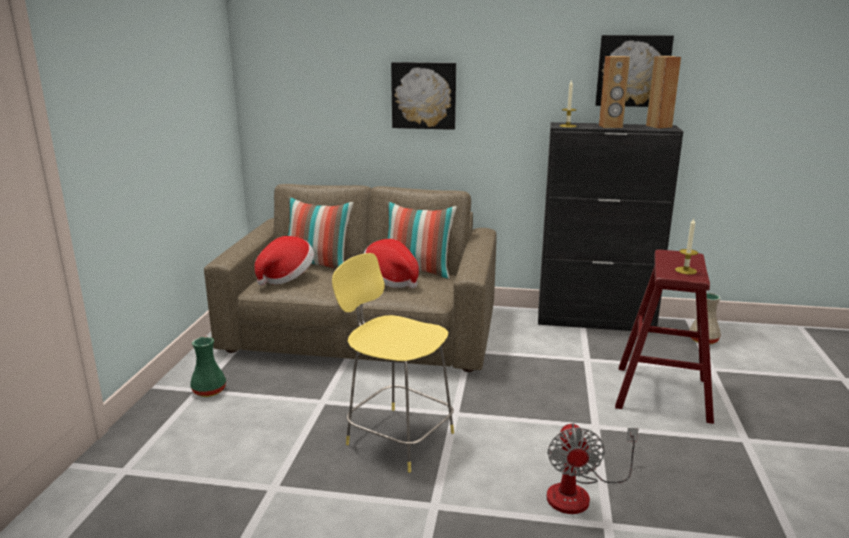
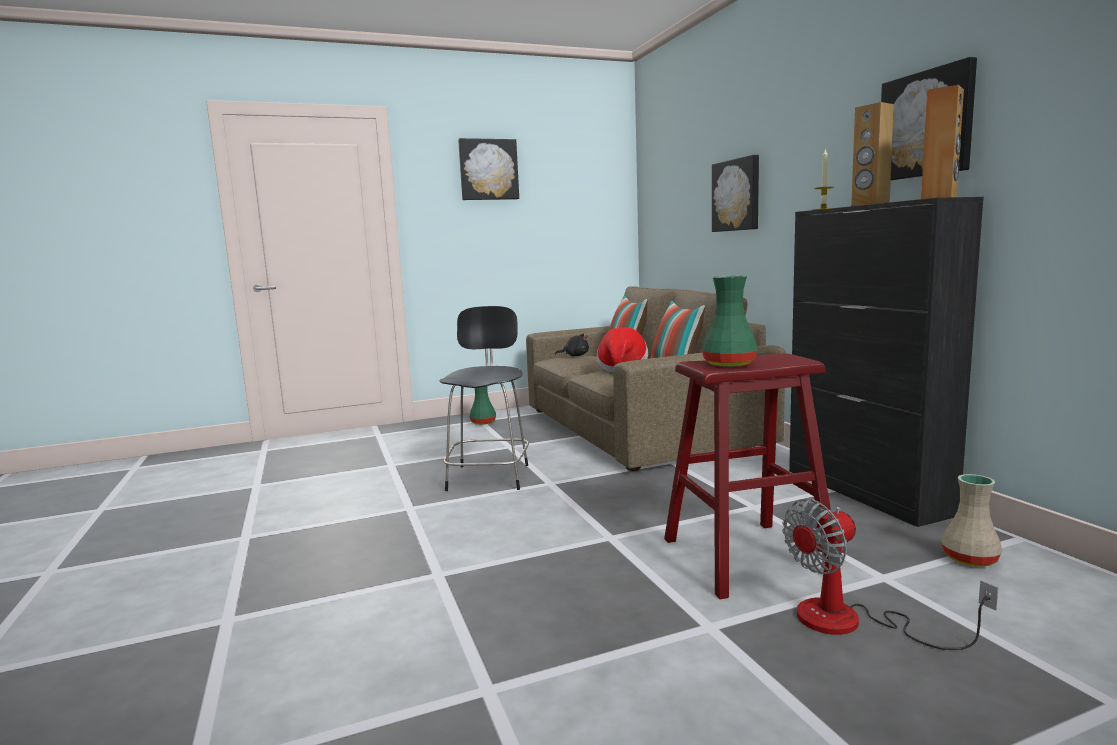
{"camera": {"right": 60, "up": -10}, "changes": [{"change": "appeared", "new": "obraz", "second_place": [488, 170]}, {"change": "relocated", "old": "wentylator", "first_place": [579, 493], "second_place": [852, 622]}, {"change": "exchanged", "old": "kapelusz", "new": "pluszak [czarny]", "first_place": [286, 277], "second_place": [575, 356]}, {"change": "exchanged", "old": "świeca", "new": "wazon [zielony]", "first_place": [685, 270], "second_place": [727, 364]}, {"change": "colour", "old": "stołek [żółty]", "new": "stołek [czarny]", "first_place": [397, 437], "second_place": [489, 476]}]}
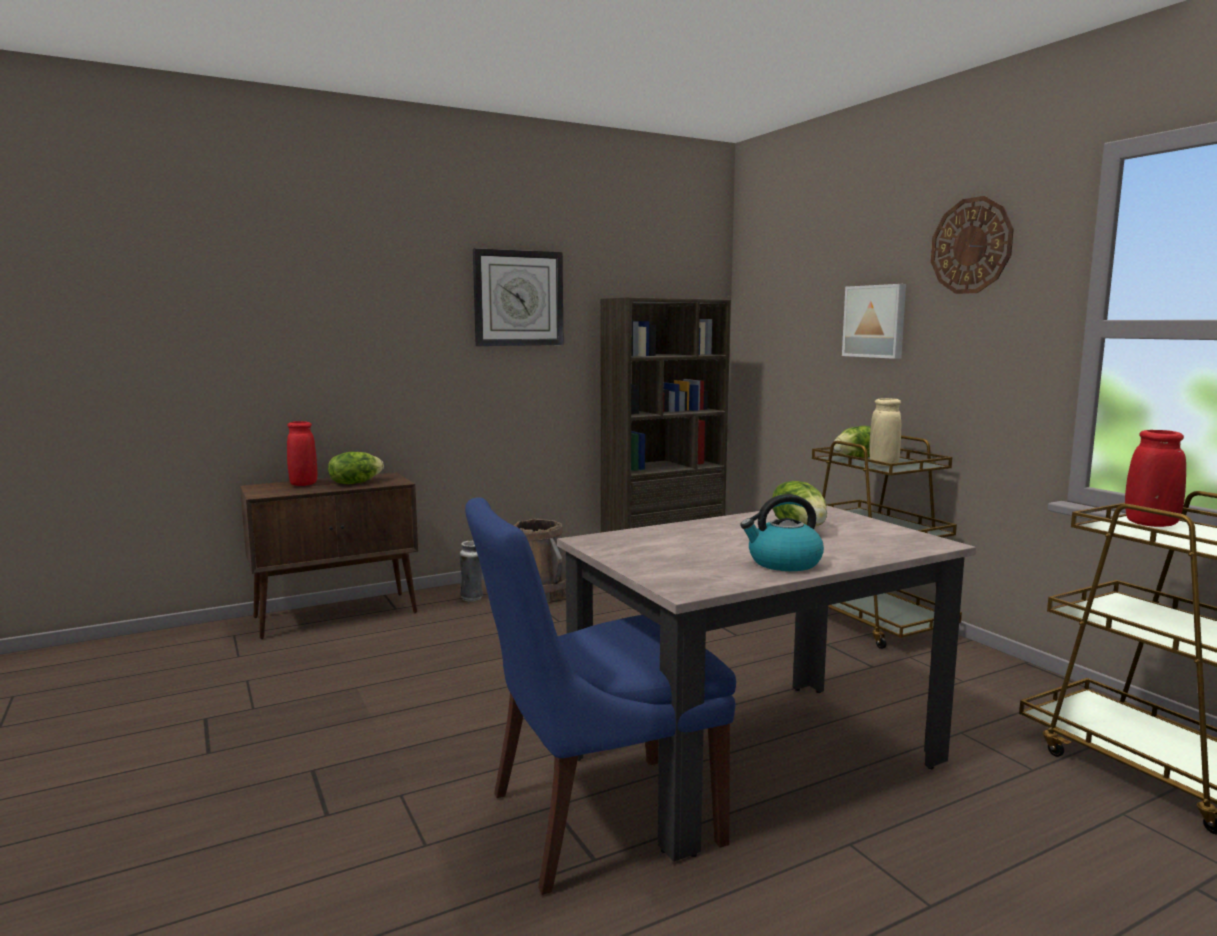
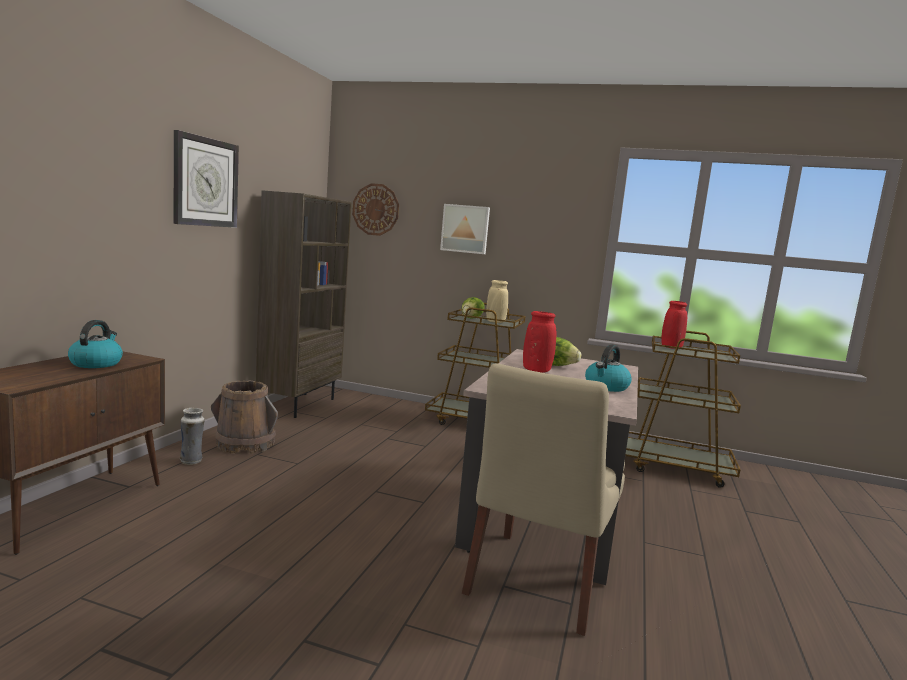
{"camera": {"right": -45, "up": 0}, "changes": [{"change": "relocated", "old": "wazon [czerwony]", "first_place": [303, 484], "second_place": [536, 370]}, {"change": "relocated", "old": "zegar ścienny", "first_place": [971, 246], "second_place": [376, 209]}, {"change": "exchanged", "old": "sałata", "new": "czajnik", "first_place": [355, 483], "second_place": [96, 363]}, {"change": "colour", "old": "krzesło [niebieski]", "new": "krzesło [beżowy]", "first_place": [596, 820], "second_place": [537, 582]}]}
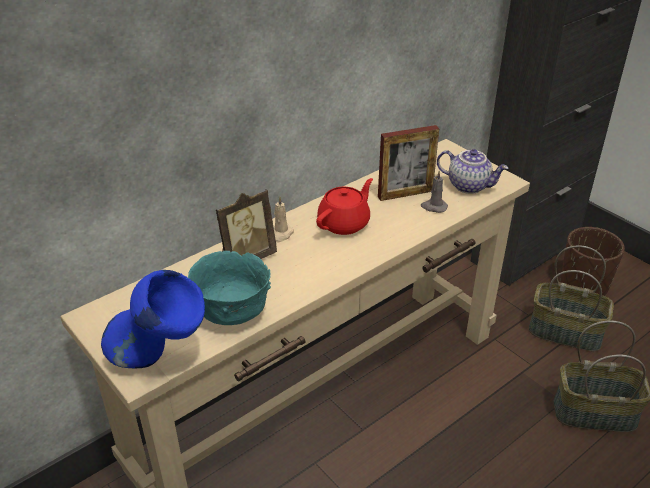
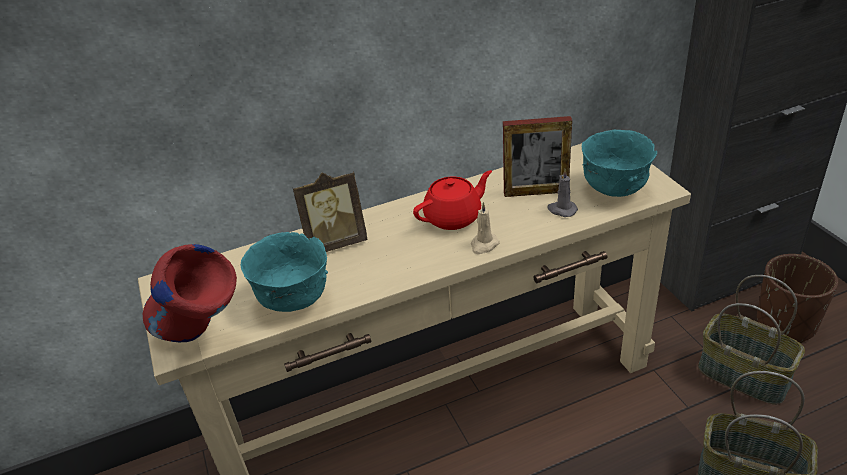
{"camera": {"right": 20, "up": 0}, "changes": [{"change": "relocated", "old": "świeca [beżowy]", "first_place": [281, 234], "second_place": [484, 245]}, {"change": "exchanged", "old": "imbryk", "new": "miska [turkusowy]", "first_place": [469, 185], "second_place": [614, 189]}, {"change": "colour", "old": "wazon [niebieski]", "new": "wazon [czerwony]", "first_place": [160, 361], "second_place": [202, 339]}]}
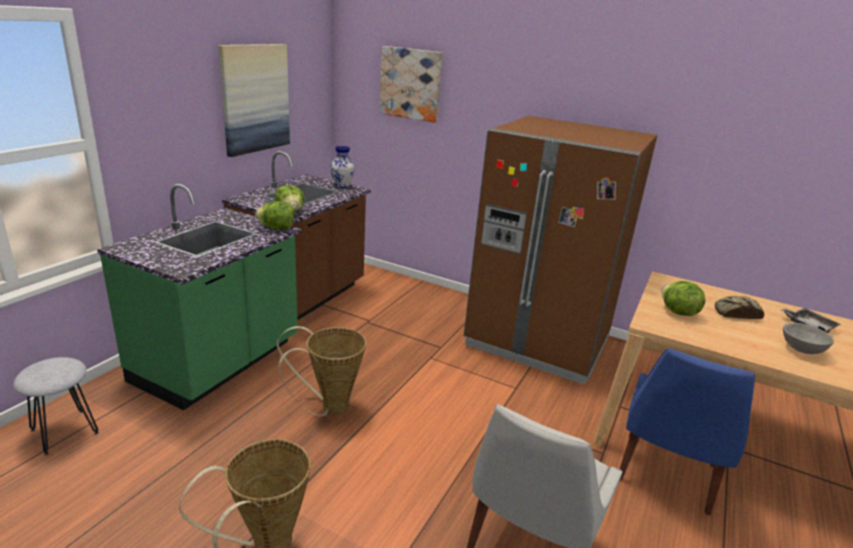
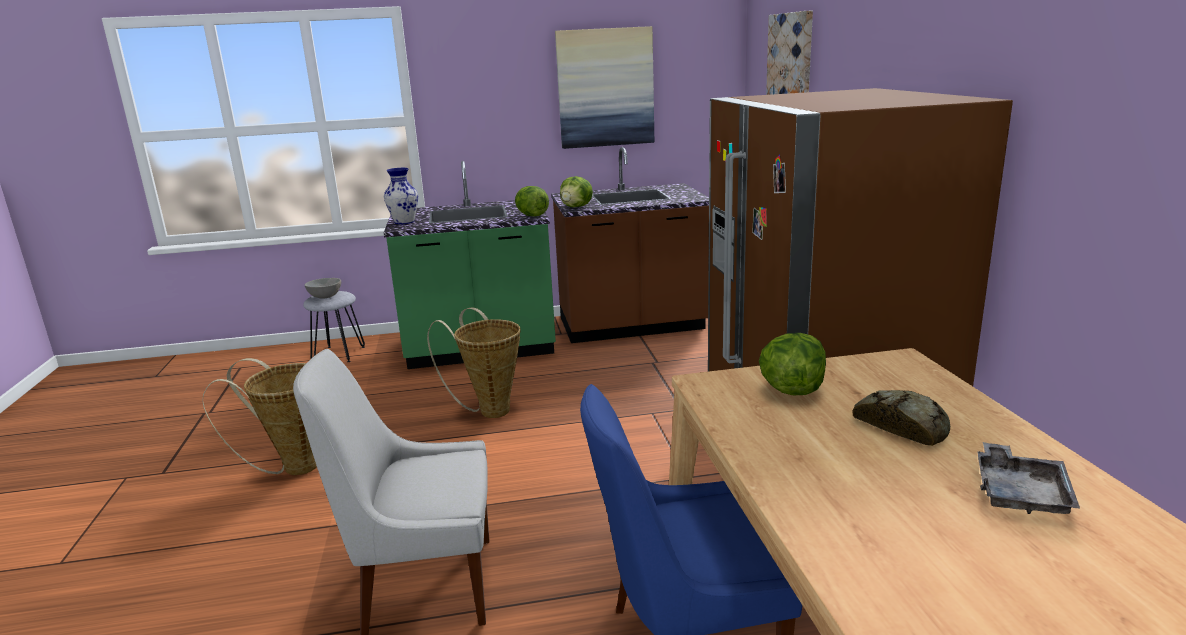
{"camera": {"right": 55, "up": -5}, "changes": [{"change": "relocated", "old": "wazon", "first_place": [342, 186], "second_place": [403, 222]}, {"change": "relocated", "old": "miska [szary]", "first_place": [800, 350], "second_place": [325, 297]}]}
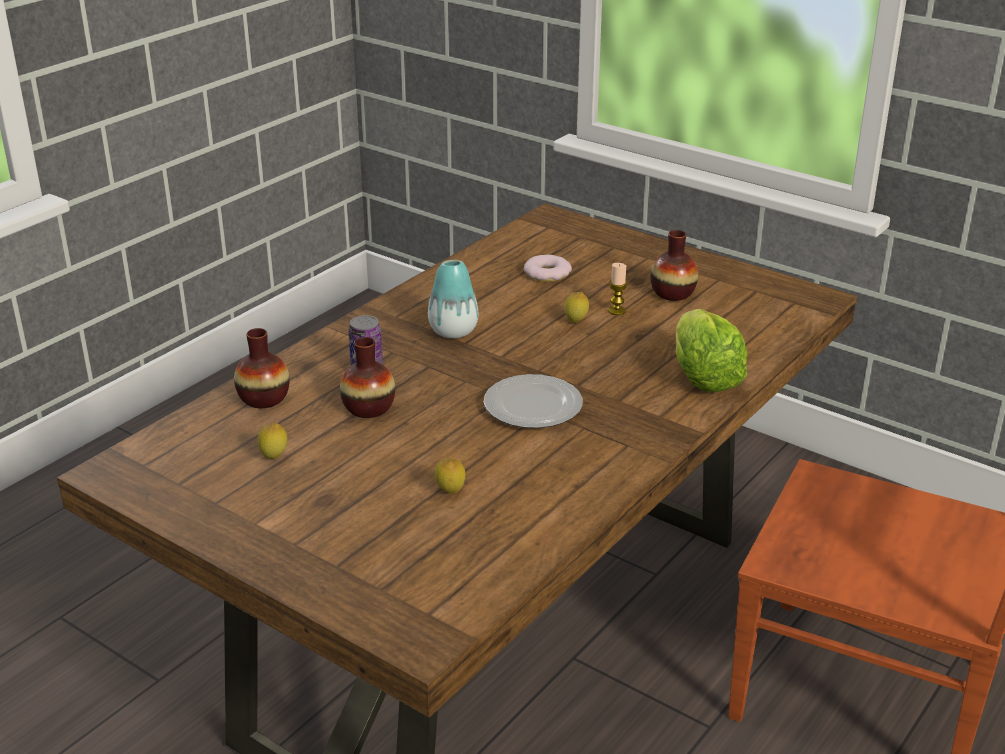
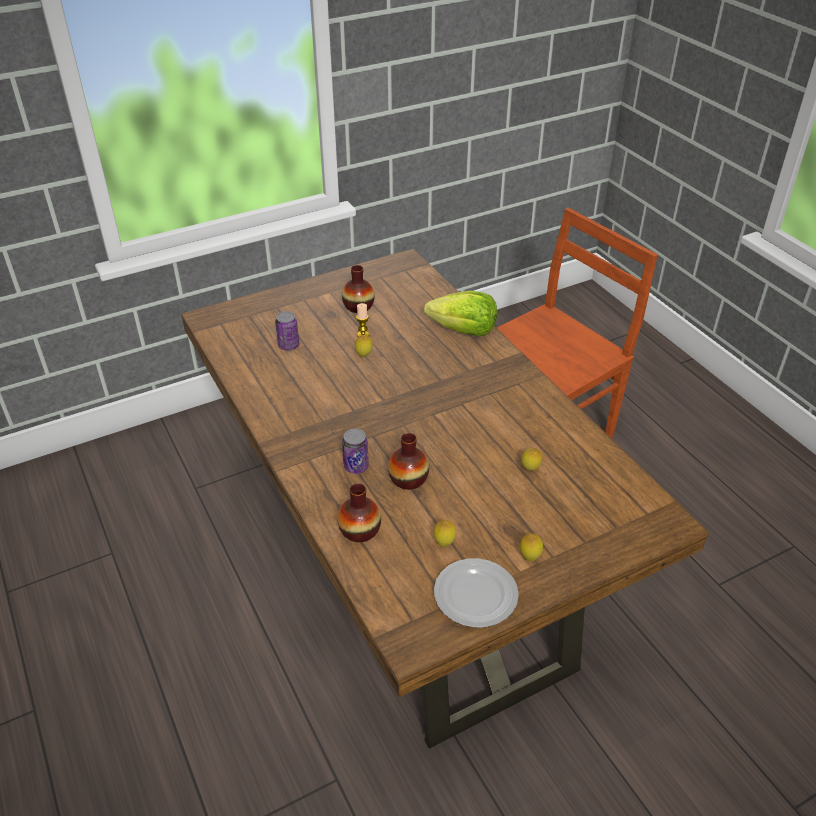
{"camera": {"right": -65, "up": 10}, "changes": [{"change": "missing", "old": "wazon", "first_place": [453, 331]}, {"change": "appeared", "new": "cytryna", "second_place": [529, 557]}, {"change": "relocated", "old": "talerz", "first_place": [532, 407], "second_place": [475, 596]}, {"change": "exchanged", "old": "donut", "new": "puszka", "first_place": [547, 273], "second_place": [288, 345]}]}
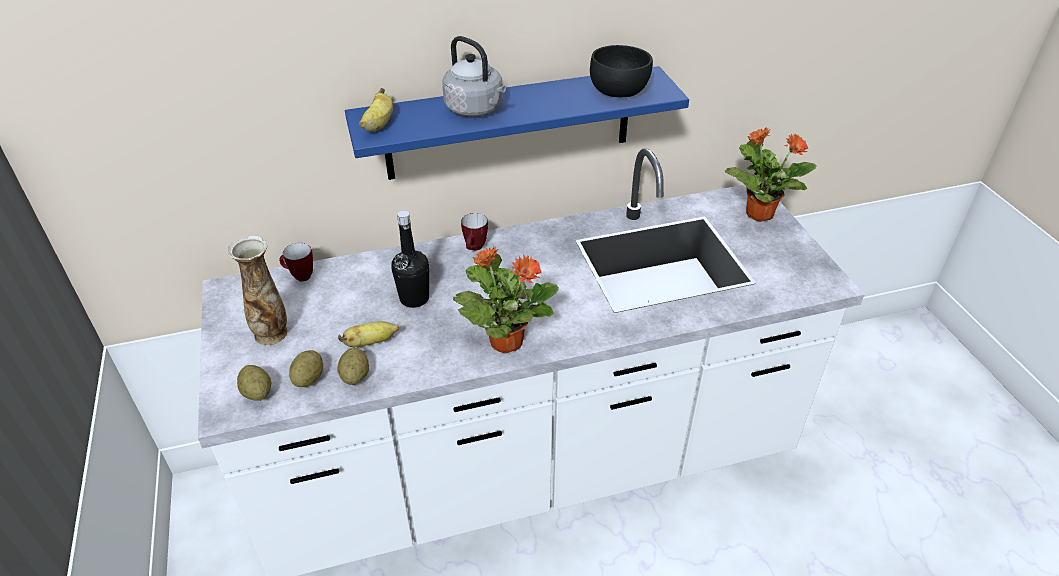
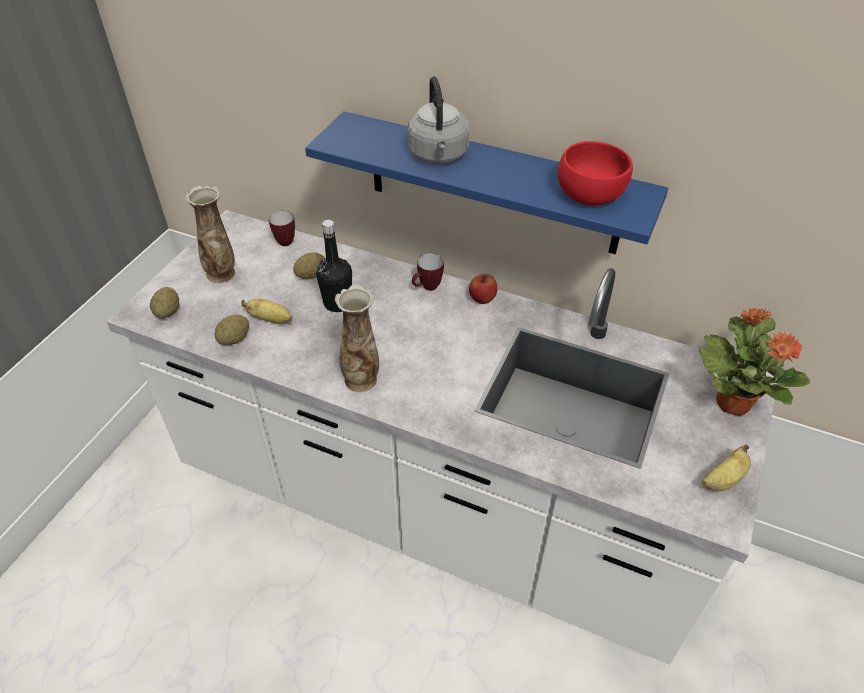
{"camera": {"right": 40, "up": 5}, "changes": [{"change": "appeared", "new": "jabłko", "second_place": [482, 299]}, {"change": "relocated", "old": "ziemniak", "first_place": [309, 379], "second_place": [311, 275]}, {"change": "relocated", "old": "banan", "first_place": [378, 125], "second_place": [723, 480]}, {"change": "exchanged", "old": "roślina doniczkowa", "new": "wazon", "first_place": [505, 341], "second_place": [361, 379]}, {"change": "colour", "old": "miska [czarny]", "new": "miska [czerwony]", "first_place": [619, 90], "second_place": [590, 194]}]}
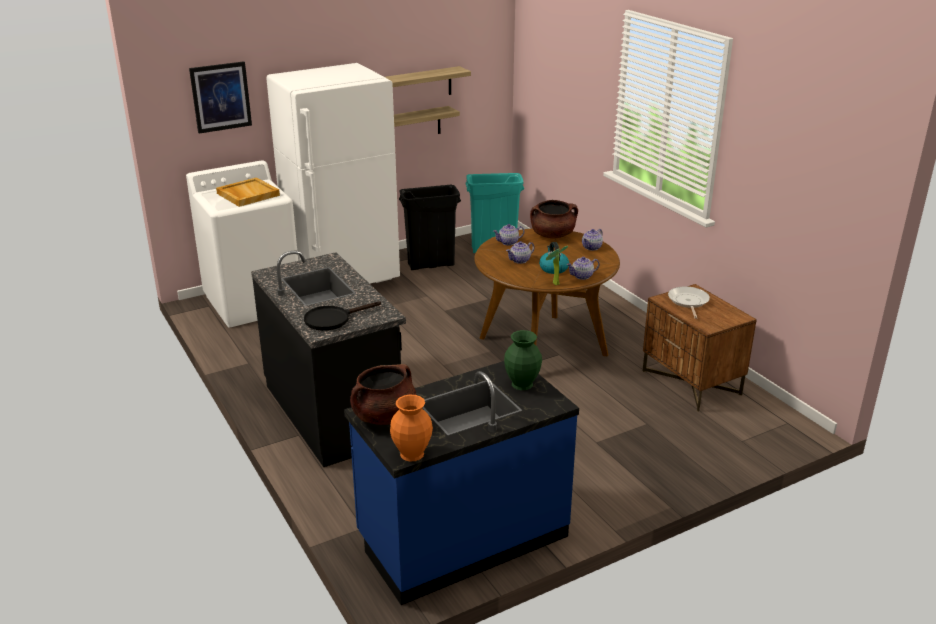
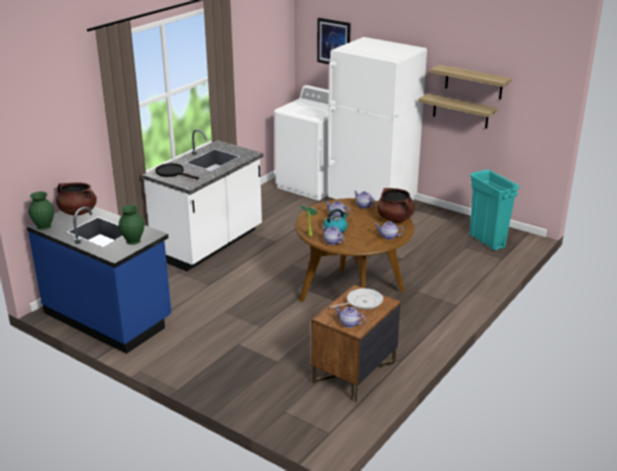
{"camera": {"right": 65, "up": 0}, "changes": [{"change": "missing", "old": "taca [beżowy]", "first_place": [247, 194]}, {"change": "missing", "old": "kosz na śmieci [czarny]", "first_place": [431, 265]}, {"change": "appeared", "new": "imbryk", "second_place": [349, 324]}, {"change": "colour", "old": "zabudowa kuchenna [czarny]", "new": "zabudowa kuchenna [biały]", "first_place": [334, 411], "second_place": [210, 244]}, {"change": "colour", "old": "wazon [pomarańczowy]", "new": "wazon [zielony]", "first_place": [412, 454], "second_place": [43, 227]}]}
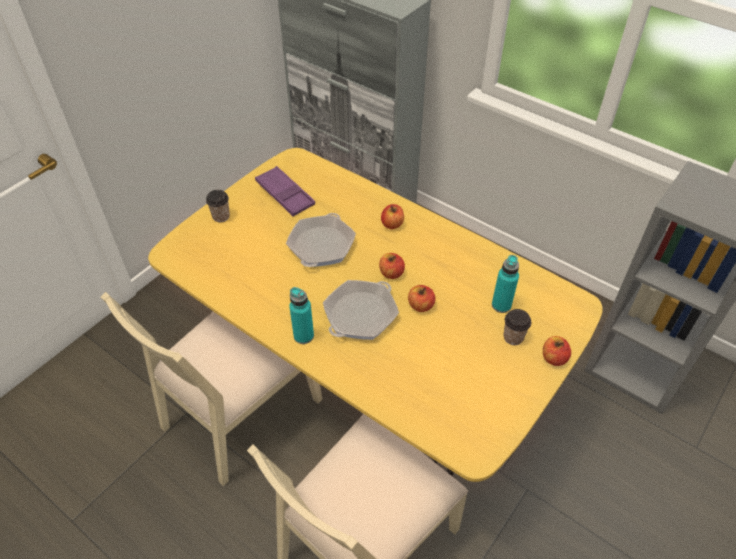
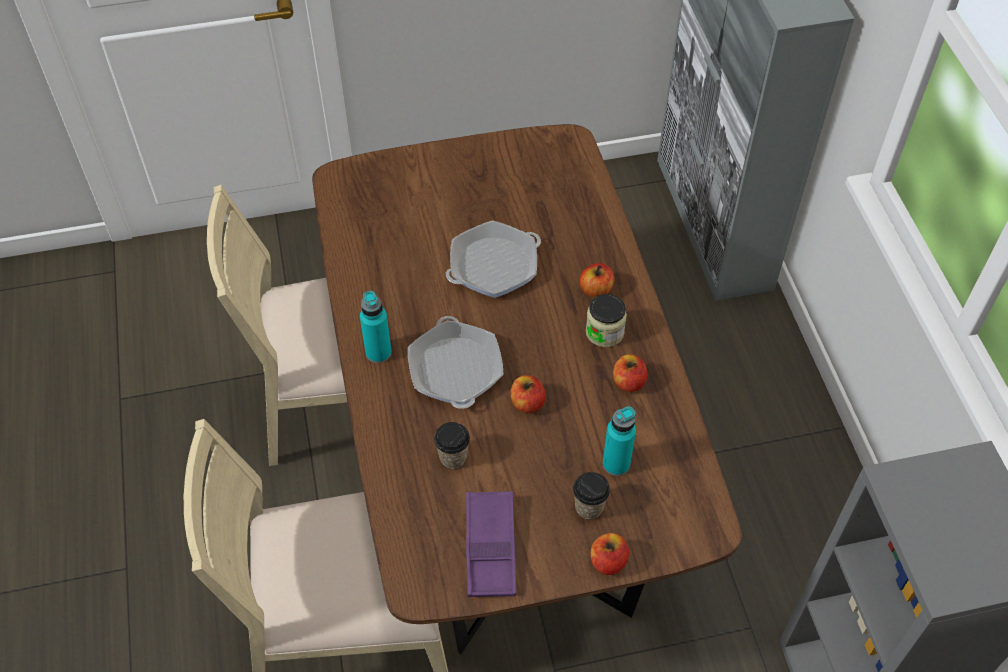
{"camera": {"right": 40, "up": 5}, "changes": [{"change": "appeared", "new": "słoik", "second_place": [604, 332]}, {"change": "relocated", "old": "filiżanka", "first_place": [221, 216], "second_place": [453, 457]}, {"change": "relocated", "old": "taca [fioletowy]", "first_place": [285, 195], "second_place": [490, 547]}, {"change": "relocated", "old": "jabłko", "first_place": [391, 273], "second_place": [628, 382]}, {"change": "colour", "old": "stół jadalny [żółty]", "new": "stół jadalny [brązowy]", "first_place": [369, 384], "second_place": [505, 469]}, {"change": "spun", "old": "patelnia", "first_place": [360, 314], "second_place": [455, 369], "degrees": 90}]}
